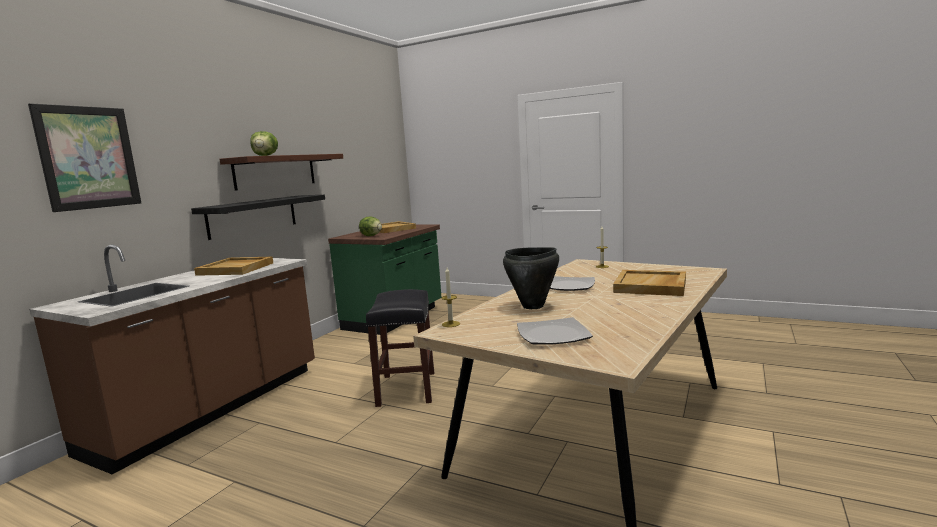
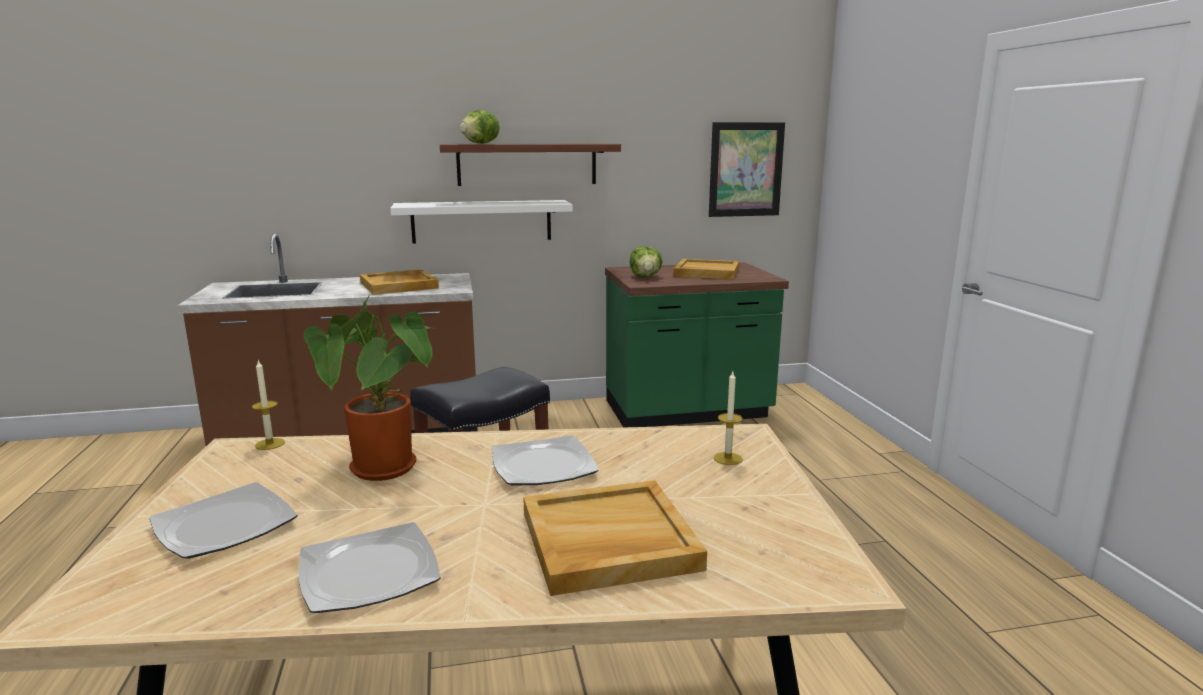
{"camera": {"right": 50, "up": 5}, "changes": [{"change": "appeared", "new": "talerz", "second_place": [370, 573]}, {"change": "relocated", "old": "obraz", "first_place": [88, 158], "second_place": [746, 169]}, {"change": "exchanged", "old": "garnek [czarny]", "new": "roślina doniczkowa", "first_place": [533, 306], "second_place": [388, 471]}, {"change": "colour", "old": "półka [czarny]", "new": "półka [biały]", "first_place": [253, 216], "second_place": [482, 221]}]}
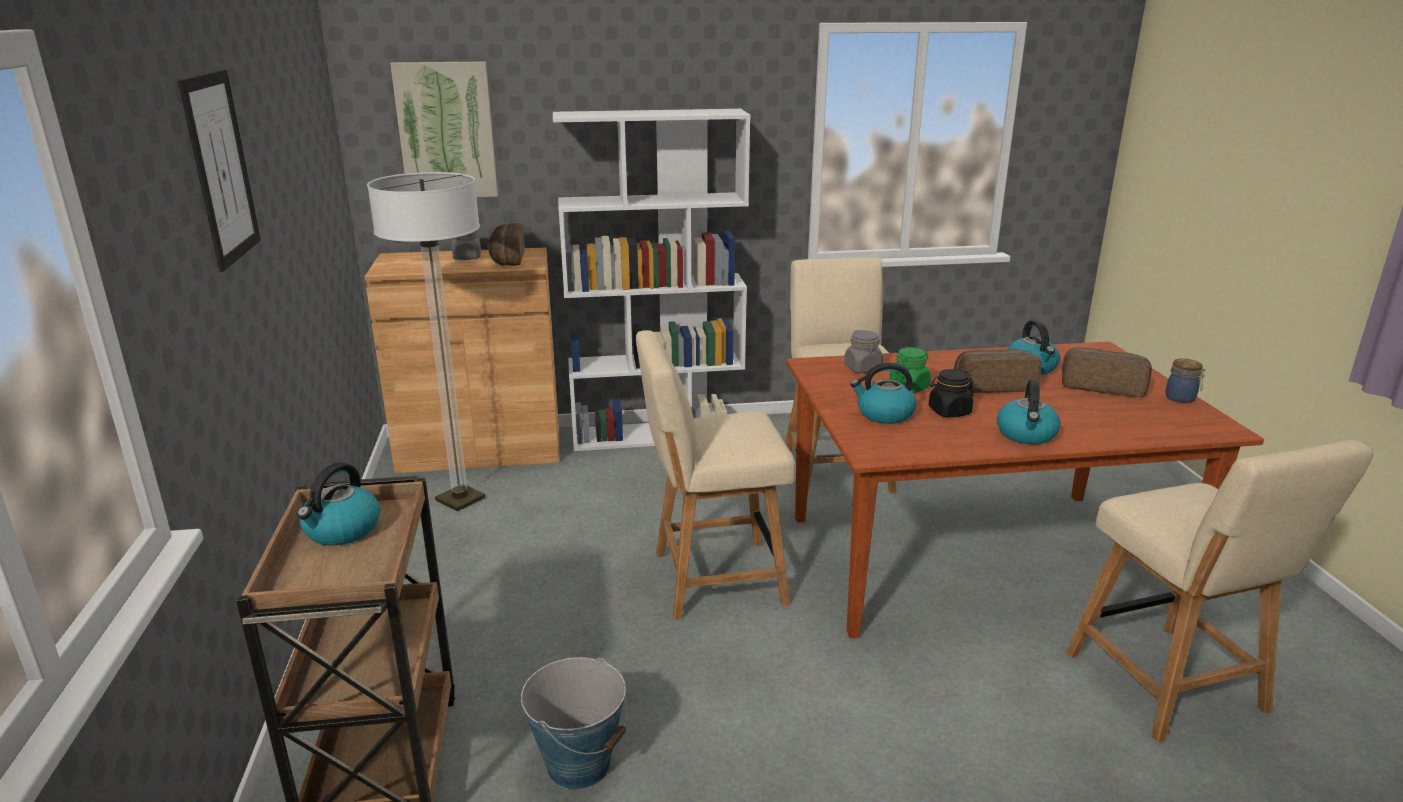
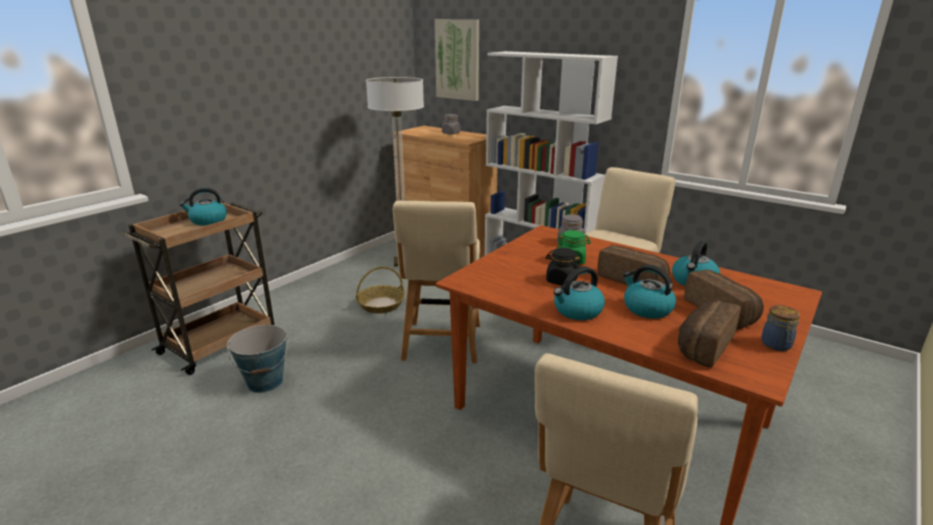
{"camera": {"right": 45, "up": 0}, "changes": [{"change": "missing", "old": "obraz", "first_place": [221, 168]}, {"change": "appeared", "new": "koszyk", "second_place": [381, 304]}, {"change": "relocated", "old": "chleb", "first_place": [506, 259], "second_place": [702, 345]}, {"change": "relocated", "old": "czajnik", "first_place": [884, 414], "second_place": [646, 308]}, {"change": "spun", "old": "krzesło [beżowy]", "first_place": [711, 579], "second_place": [442, 344], "degrees": -120}]}
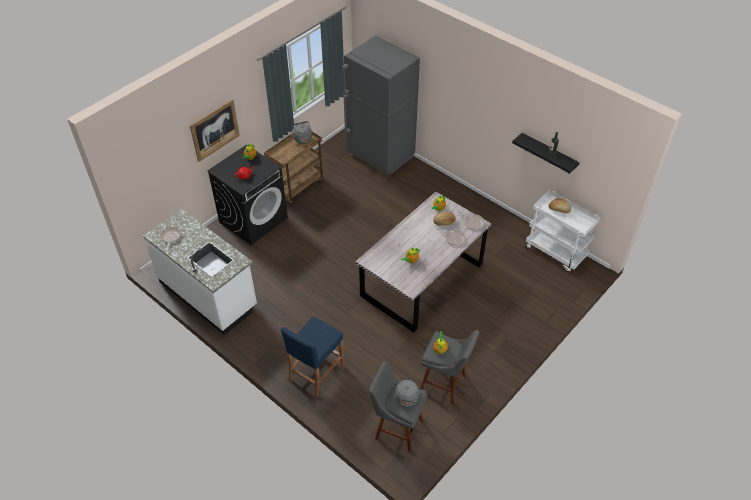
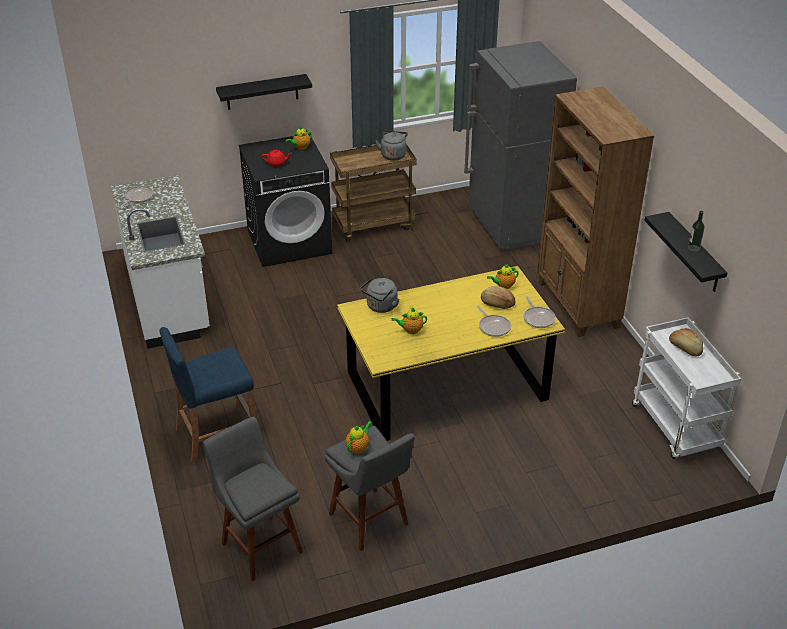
{"camera": {"right": 30, "up": -10}, "changes": [{"change": "appeared", "new": "regał [brązowy]", "second_place": [577, 305]}, {"change": "relocated", "old": "czajnik [szary]", "first_place": [406, 400], "second_place": [380, 307]}, {"change": "exchanged", "old": "obraz", "new": "półka [czarny]", "first_place": [214, 130], "second_place": [262, 92]}, {"change": "colour", "old": "stół jadalny [szary]", "new": "stół jadalny [żółty]", "first_place": [421, 279], "second_place": [446, 384]}]}
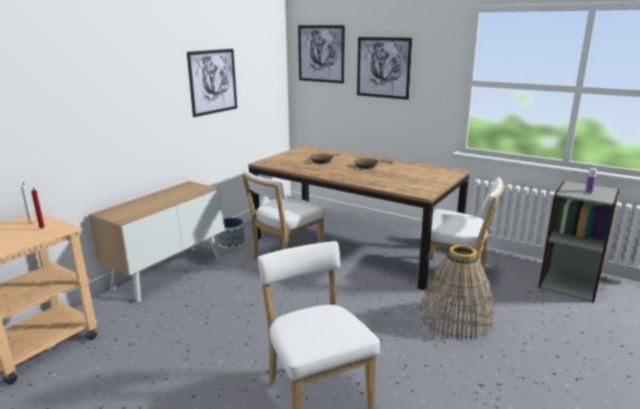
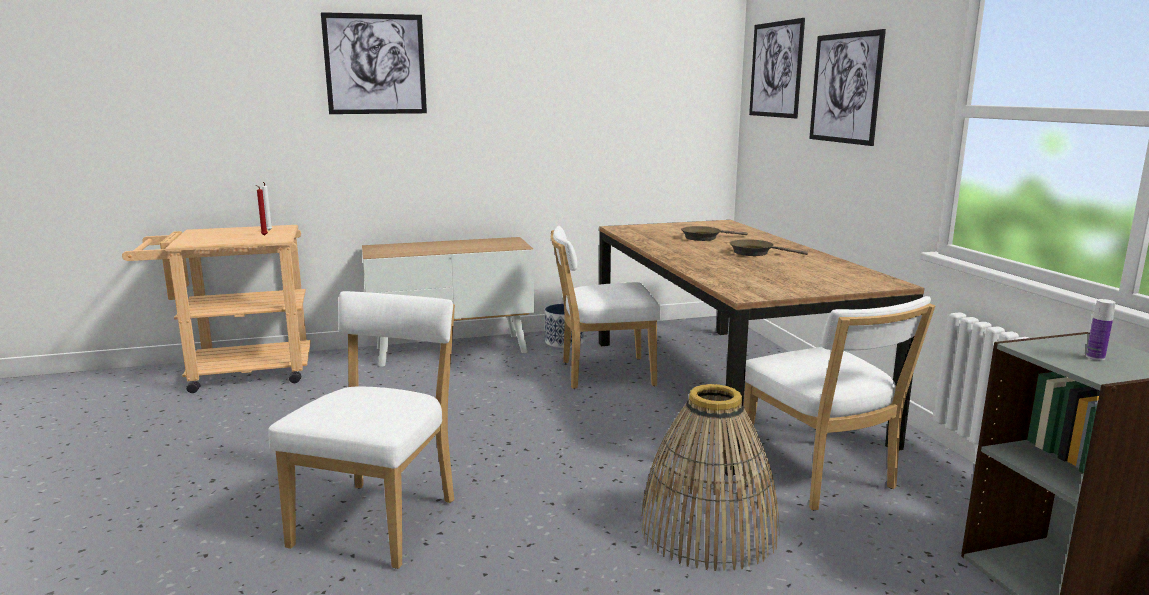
{"camera": {"right": 40, "up": -5}, "changes": [{"change": "relocated", "old": "obraz", "first_place": [213, 82], "second_place": [375, 64]}]}
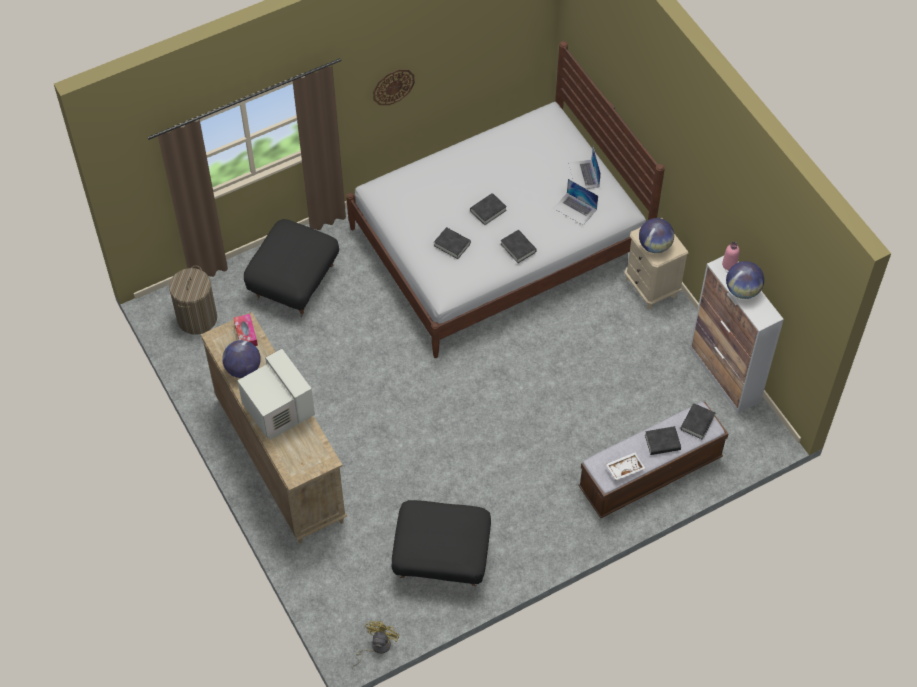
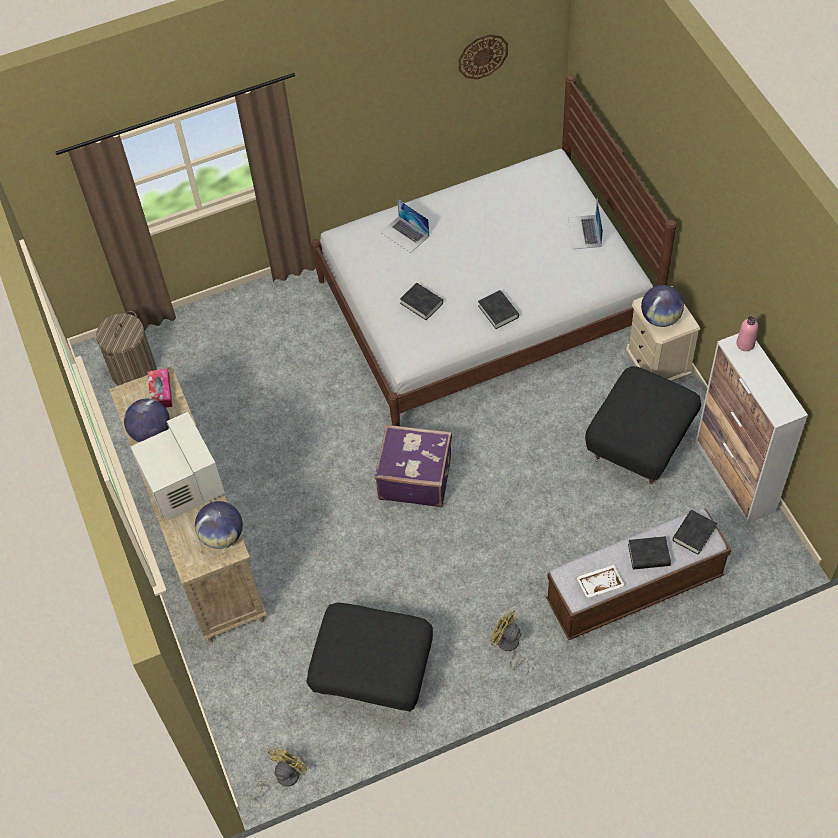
{"camera": {"right": 10, "up": 0}, "changes": [{"change": "missing", "old": "książka [czarny]", "first_place": [488, 210]}, {"change": "appeared", "new": "walizka [fioletowy]", "second_place": [415, 477]}, {"change": "appeared", "new": "wentylator [żółty]", "second_place": [508, 647]}, {"change": "relocated", "old": "pufa [czarny]", "first_place": [294, 282], "second_place": [639, 442]}, {"change": "relocated", "old": "zegar ścienny", "first_place": [393, 86], "second_place": [482, 56]}, {"change": "relocated", "old": "laptop", "first_place": [575, 209], "second_place": [405, 234]}, {"change": "relocated", "old": "globus", "first_place": [742, 290], "second_place": [222, 536]}]}
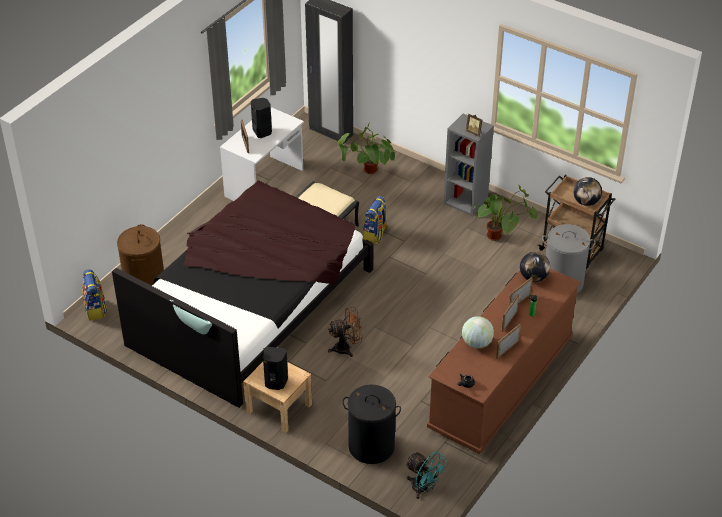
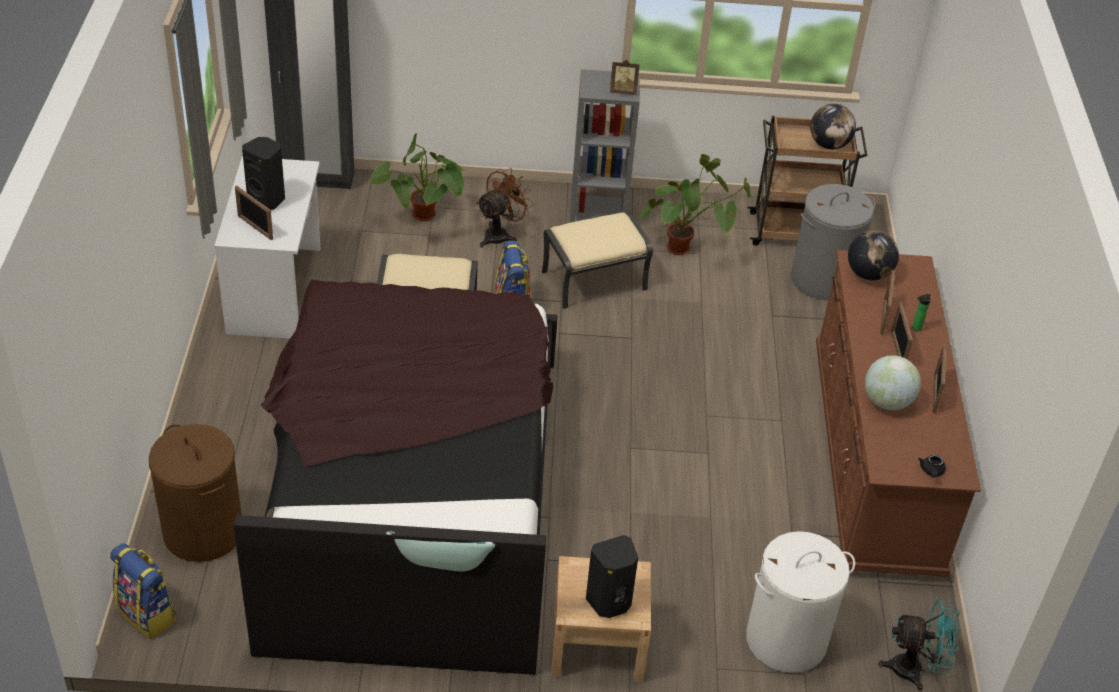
{"camera": {"right": -35, "up": 0}, "changes": [{"change": "appeared", "new": "pufa [beżowy]", "second_place": [594, 280]}, {"change": "relocated", "old": "wentylator [brązowy]", "first_place": [346, 348], "second_place": [500, 234]}, {"change": "colour", "old": "kosz na pranie [czarny]", "new": "kosz na pranie [biały]", "first_place": [371, 446], "second_place": [786, 640]}]}
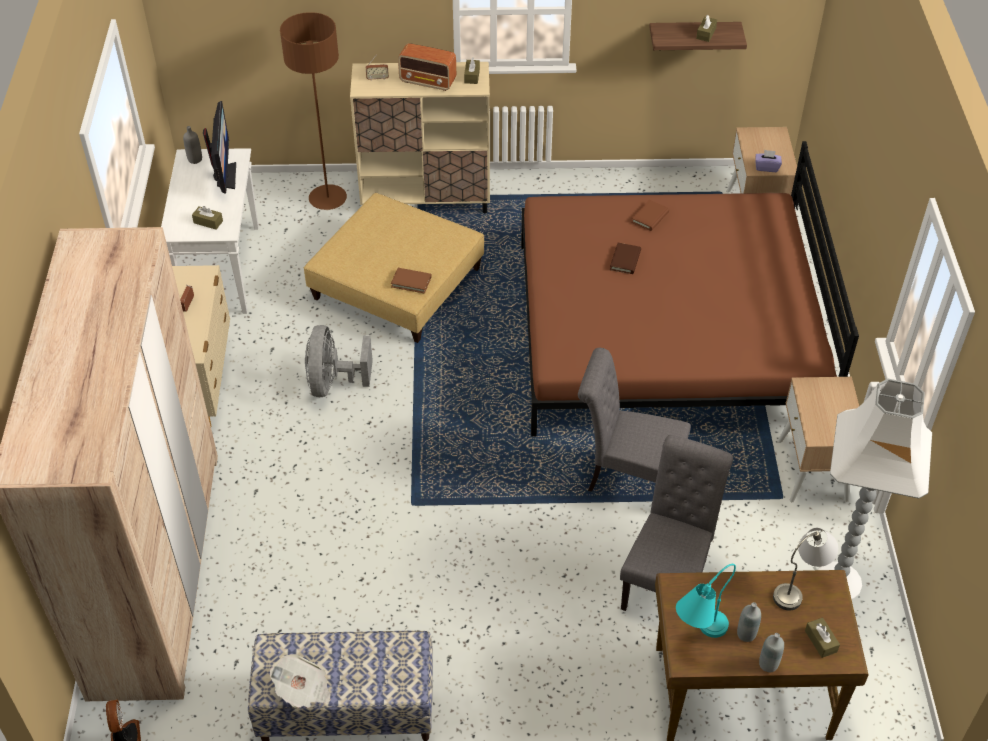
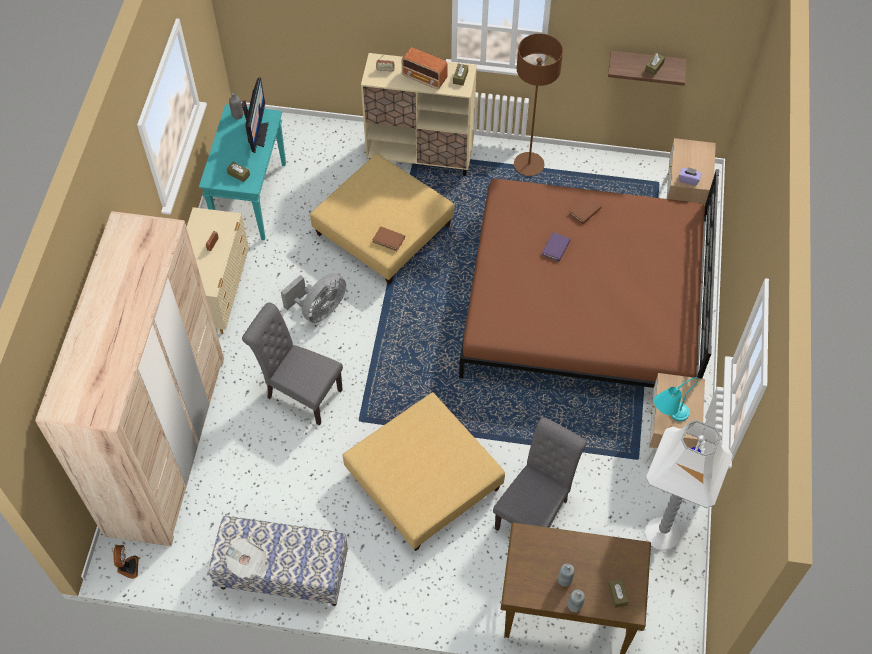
{"camera": {"right": 10, "up": 10}, "changes": [{"change": "missing", "old": "lampa stołowa [szary]", "first_place": [800, 587]}, {"change": "appeared", "new": "pufa [beżowy]", "second_place": [424, 480]}, {"change": "relocated", "old": "lampa stojąca [brązowy]", "first_place": [328, 199], "second_place": [529, 165]}, {"change": "relocated", "old": "krzesło [szary]", "first_place": [627, 478], "second_place": [300, 392]}, {"change": "relocated", "old": "lampa stołowa [turkusowy]", "first_place": [698, 635], "second_place": [667, 418]}, {"change": "colour", "old": "stolik konsolowy [biały]", "new": "stolik konsolowy [turkusowy]", "first_place": [221, 269], "second_place": [251, 197]}, {"change": "colour", "old": "książka [brązowy]", "new": "książka [fioletowy]", "first_place": [625, 260], "second_place": [556, 248]}, {"change": "spun", "old": "wentylator [szary]", "first_place": [333, 383], "second_place": [319, 310], "degrees": -150}]}
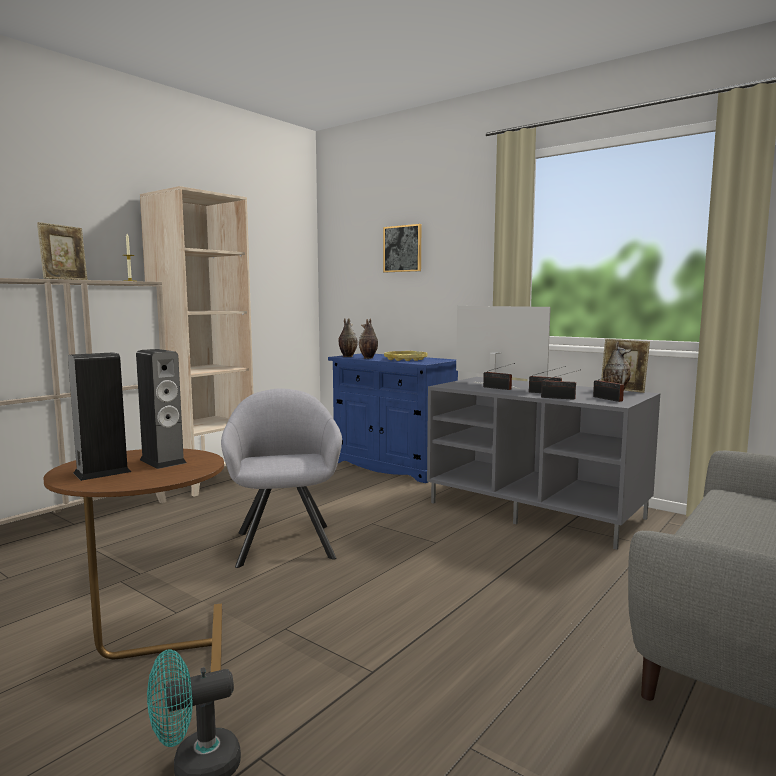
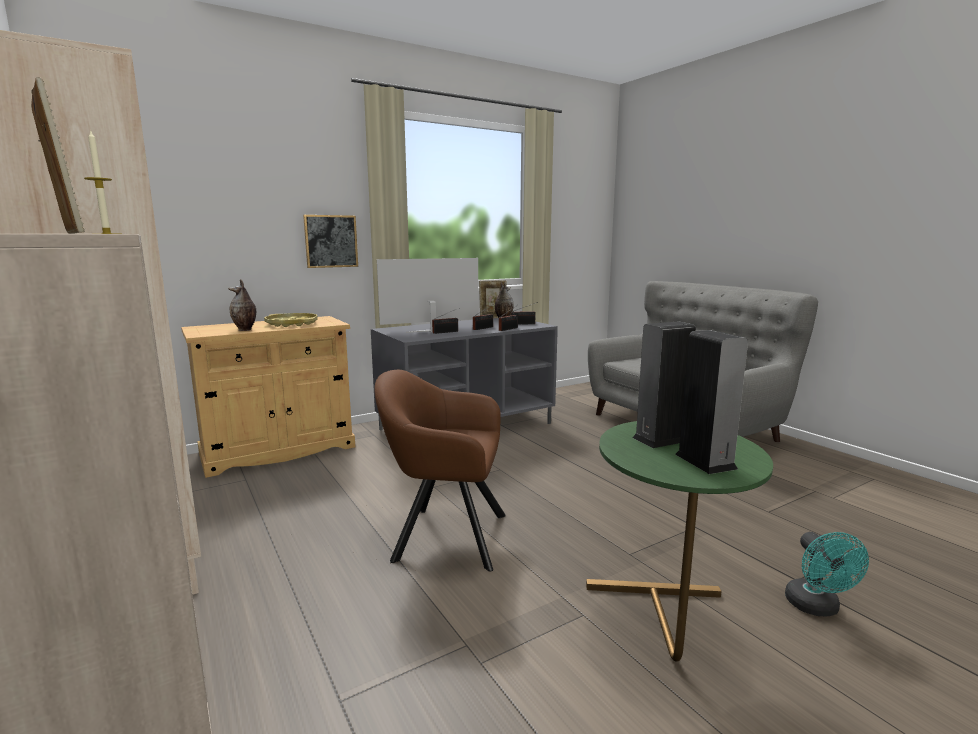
{"camera": {"right": -70, "up": 5}, "changes": [{"change": "missing", "old": "wazon", "first_place": [347, 356]}, {"change": "relocated", "old": "obraz", "first_place": [402, 248], "second_place": [331, 241]}, {"change": "colour", "old": "stolik [brązowy]", "new": "stolik [zielony]", "first_place": [153, 653], "second_place": [664, 630]}, {"change": "colour", "old": "fotel [szary]", "new": "fotel [brązowy]", "first_place": [285, 542], "second_place": [444, 535]}, {"change": "colour", "old": "szafka [niebieski]", "new": "szafka [beżowy]", "first_place": [393, 465], "second_place": [278, 450]}]}
